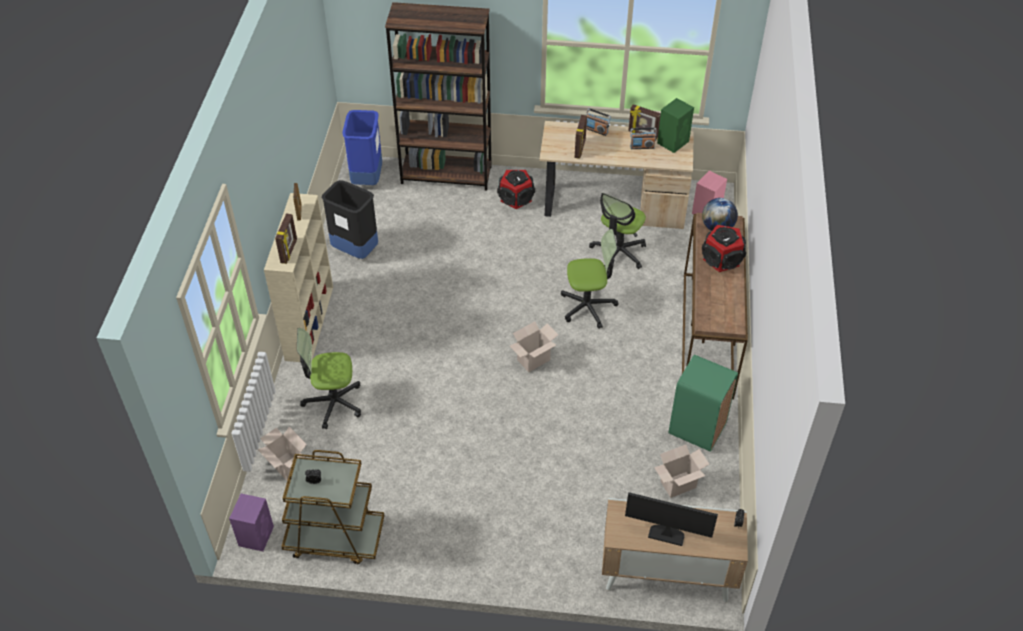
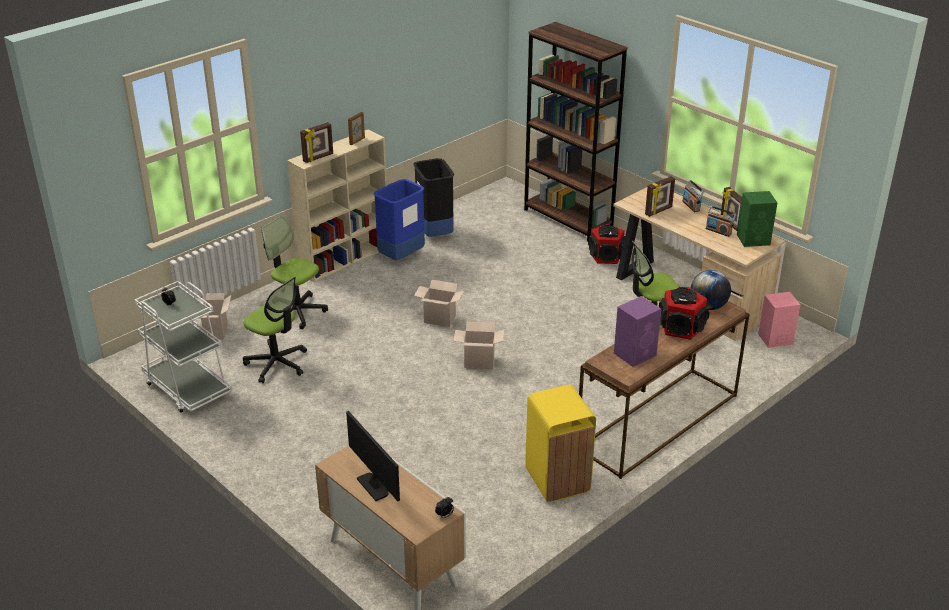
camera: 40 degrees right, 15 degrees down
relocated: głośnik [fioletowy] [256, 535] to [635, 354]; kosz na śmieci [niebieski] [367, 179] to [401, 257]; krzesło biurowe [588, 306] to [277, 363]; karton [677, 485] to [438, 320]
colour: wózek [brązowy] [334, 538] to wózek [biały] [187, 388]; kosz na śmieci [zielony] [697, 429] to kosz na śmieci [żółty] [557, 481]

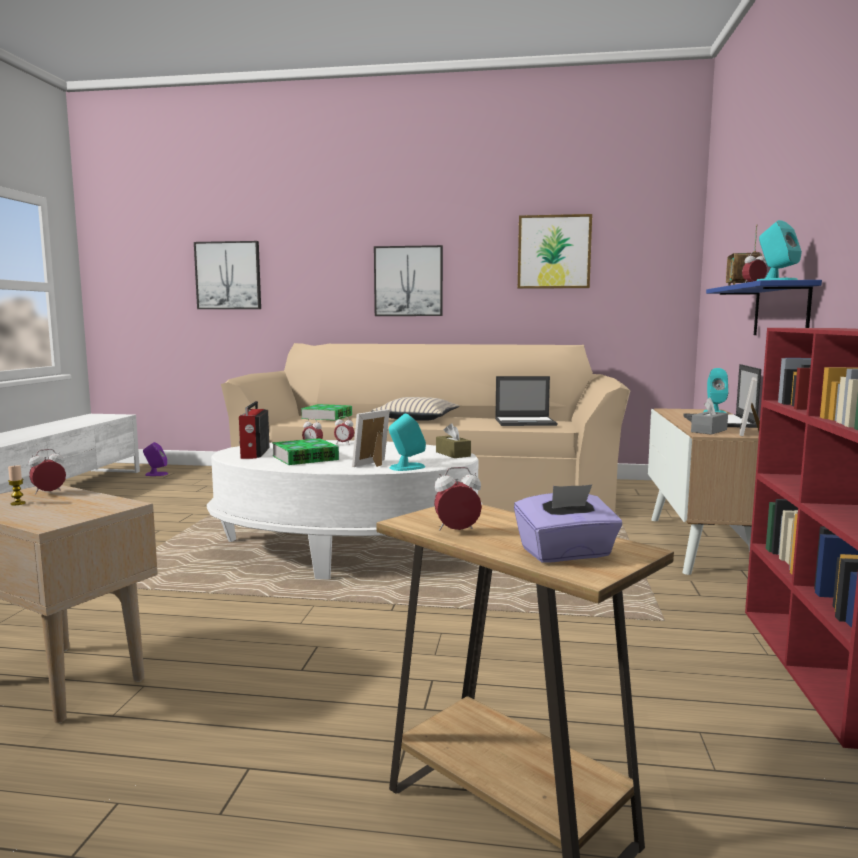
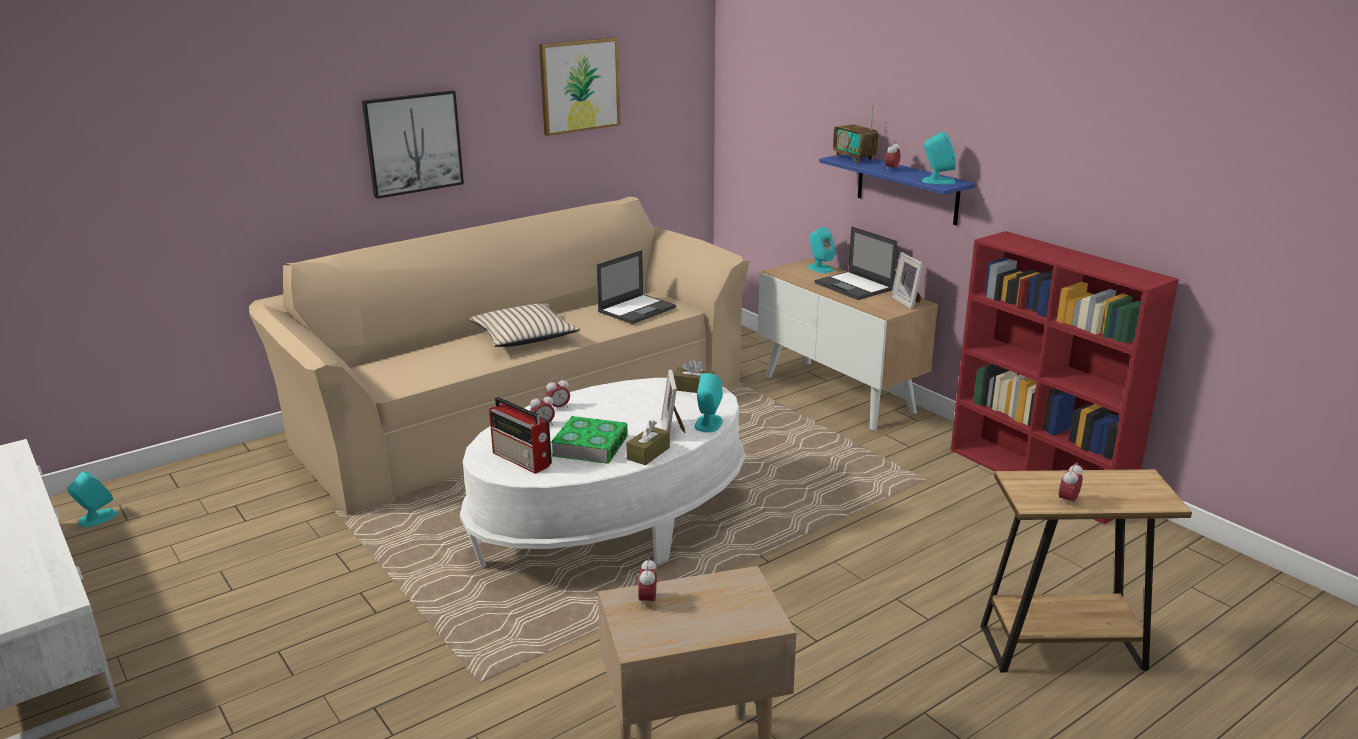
camera: 45 degrees left, 15 degrees up
missing: świeca [18, 503]; obraz [228, 275]; książka [327, 417]; pudełko chusteczek [fioletowy] [566, 553]; pudełko chusteczek [szary] [709, 431]
appeared: pudełko chusteczek [brązowy] [648, 453]
colour: głośnik [fioletowy] [156, 474] to głośnik [turkusowy] [97, 518]

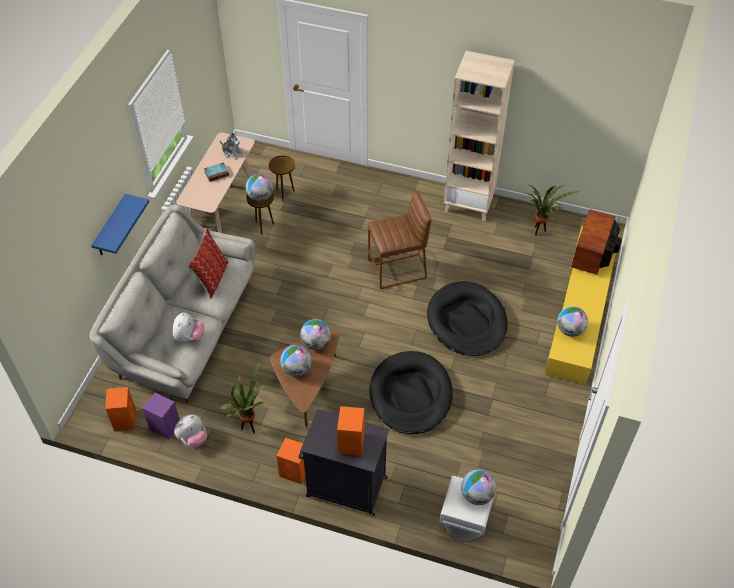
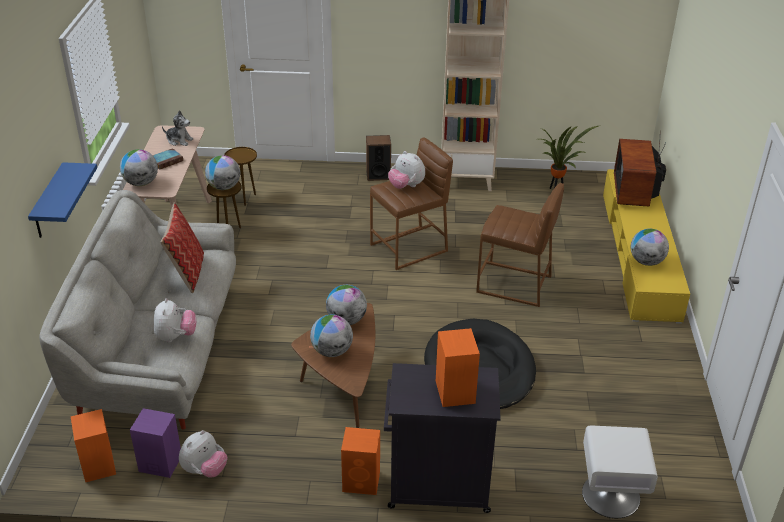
camera: 15 degrees left, 15 degrees down
missing: roślina doniczkowa [250, 427]
appeared: głośnik [378, 175]; pluszak [406, 186]
relocated: globus [477, 495] to [141, 183]
exchanged: legowisko [czarny] [467, 321] to stołek [brązowy] [514, 285]

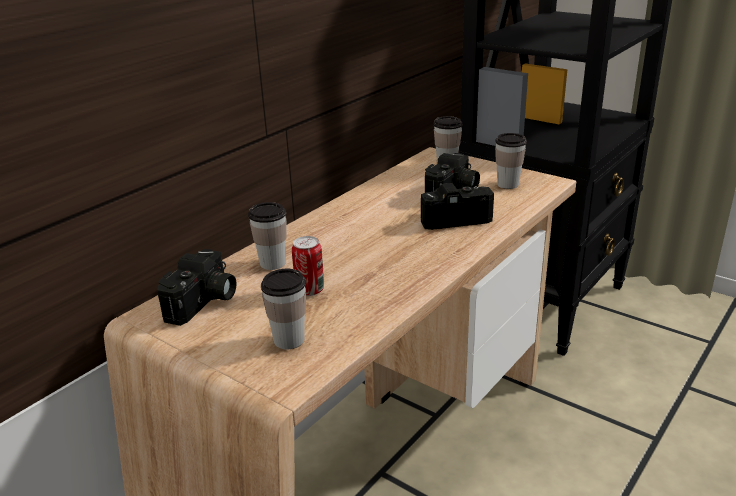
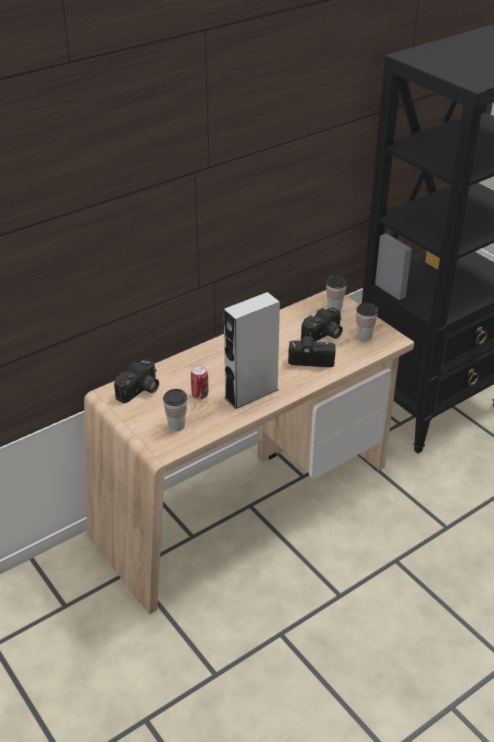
camera: 15 degrees right, 10 degrees up
missing: filiżanka [272, 263]
appeared: głośnik [szary] [251, 393]

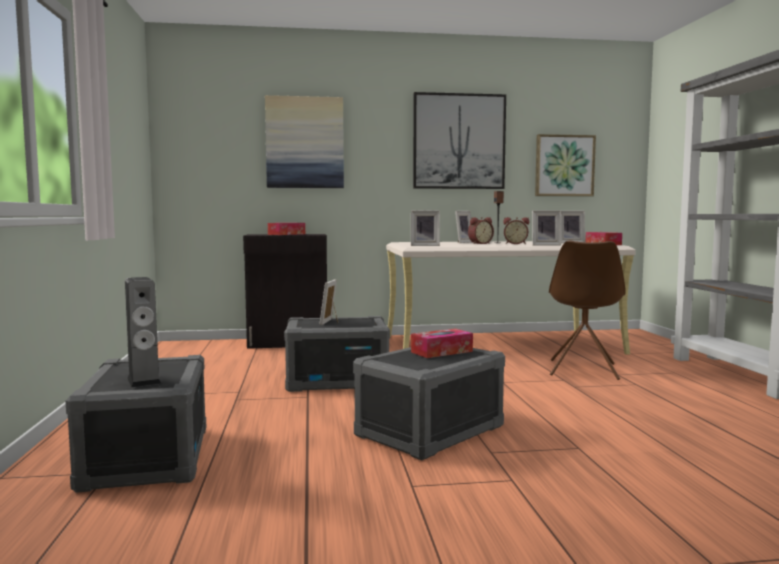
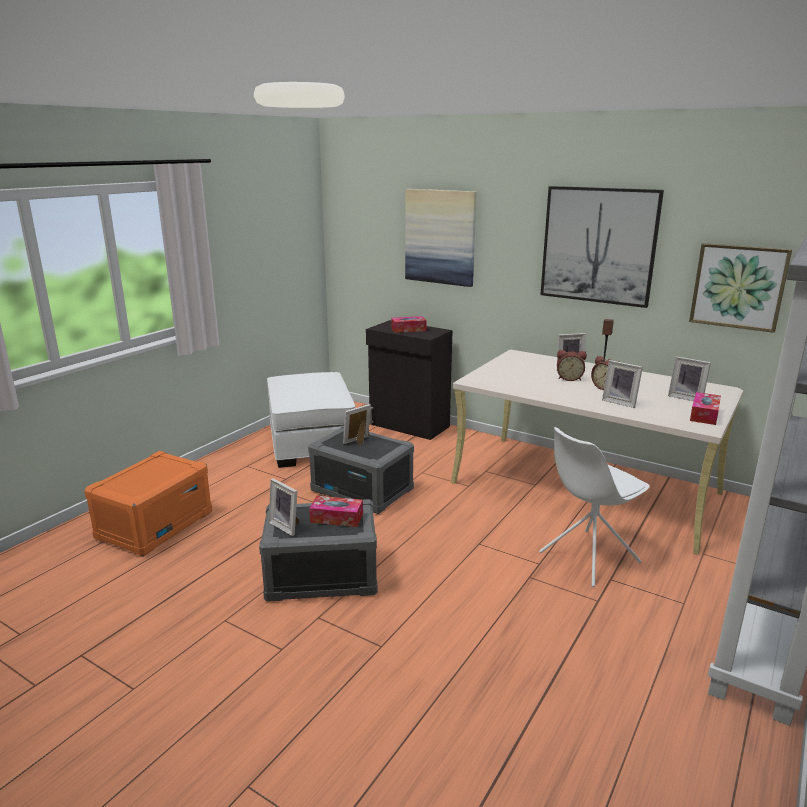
camera: 40 degrees right, 15 degrees up
missing: głośnik [143, 380]
appeared: pufa [biały] [311, 441]
relocated: ramka na zdjęcie [425, 245] to [287, 526]
colour: pojemnik do przechowywania [szary] [146, 457] to pojemnik do przechowywania [pomarańczowy] [155, 525]; krzesło [brązowy] [582, 370] to krzesło [biały] [587, 558]

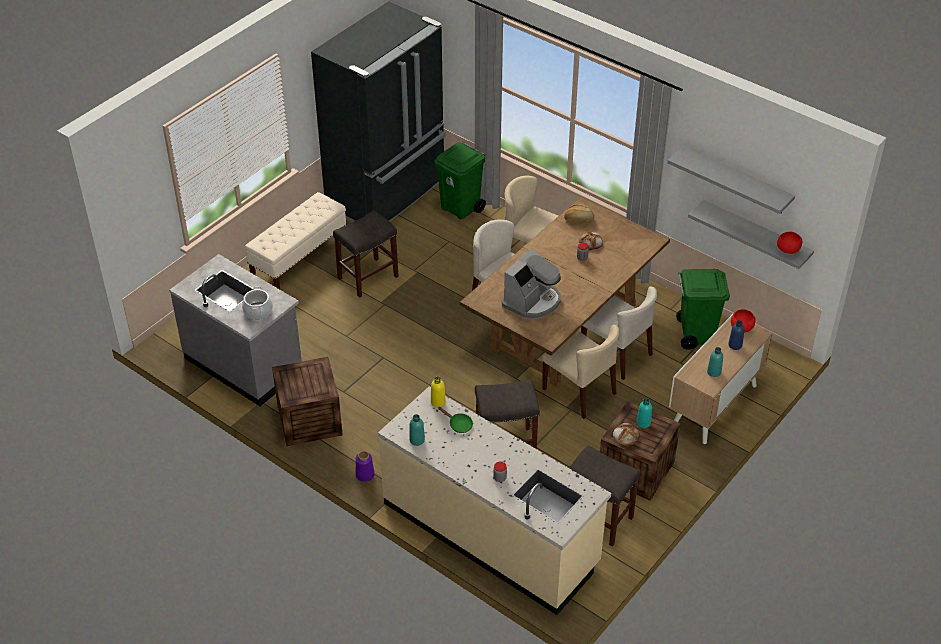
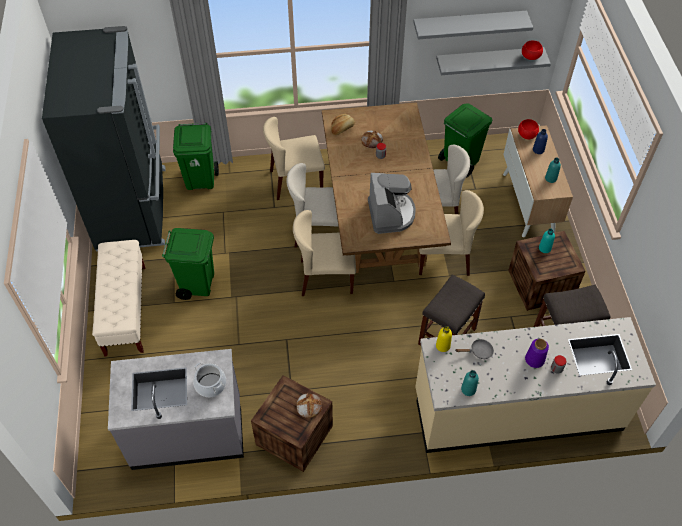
camera: 45 degrees left, 10 degrees up
appeared: krzesło [beżowy] [326, 277]
relocated: wazon [fioletowy] [365, 474] to [534, 359]; chleb [626, 435] to [308, 406]
exchanged: stołek [szary] [368, 277] to kosz na śmieci [zielony] [197, 284]
colour: patelnia [zielony] [458, 424] to patelnia [szary] [479, 351]

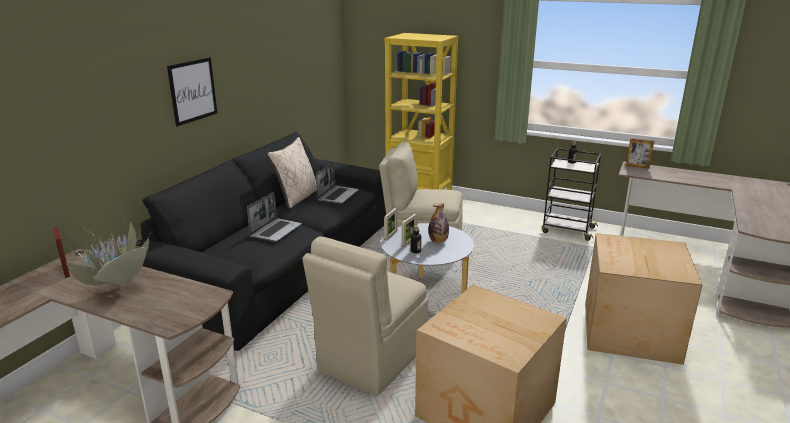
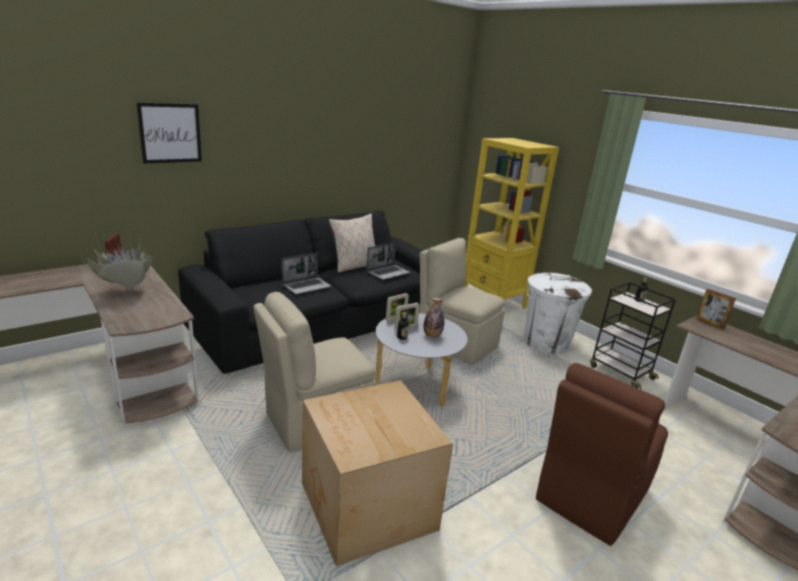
camera: 25 degrees right, 0 degrees up
appeared: kosz na śmieci [biały] [546, 342]
relocated: obraz [192, 90] to [170, 133]
exchanged: karton [629, 332] to krzesło [brązowy] [590, 496]

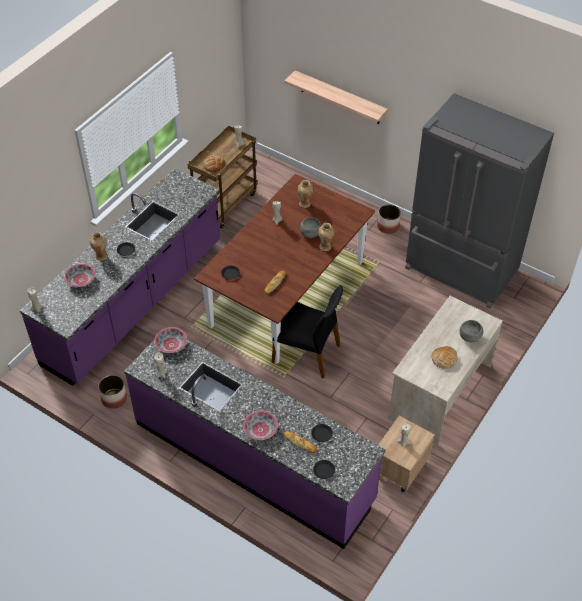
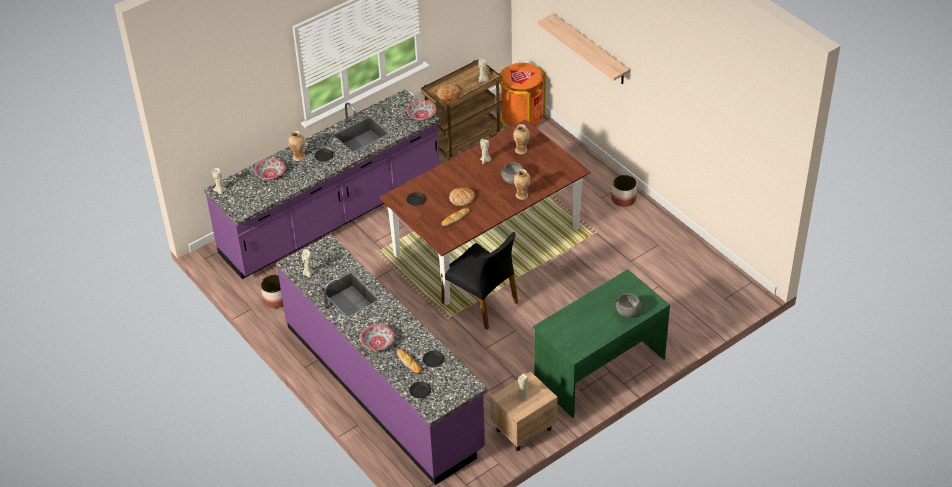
camera: 20 degrees right, 5 degrees down
missing: lodówka [szary] [460, 271]
appeared: kosz na śmieci [pomarańczowy] [521, 118]
relocated: miska [171, 345] to [422, 115]; chleb [444, 358] to [462, 198]
colour: biurko [beżowy] [439, 391] to biurko [zielony] [599, 369]

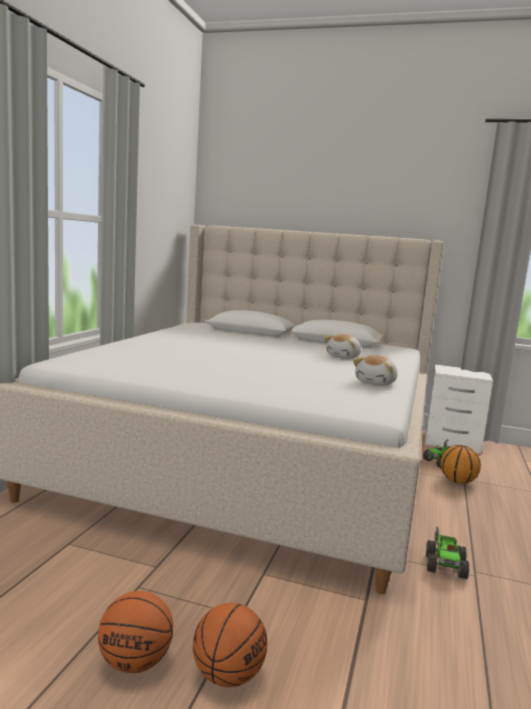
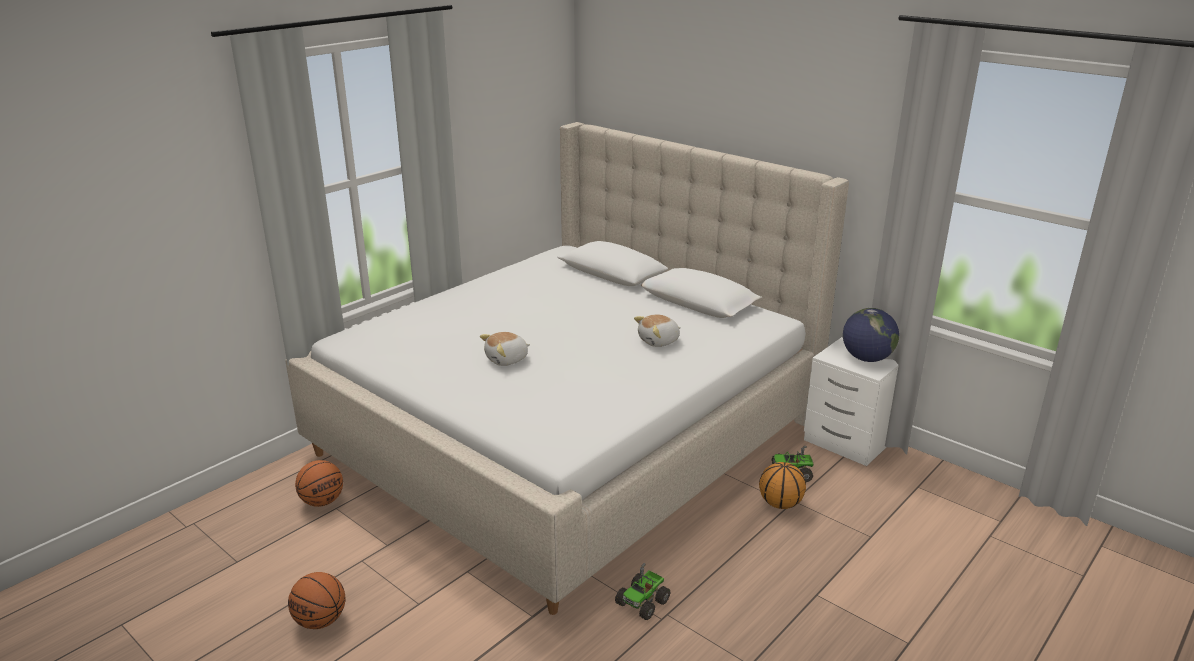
camera: 25 degrees right, 15 degrees up
appeared: globus [866, 358]
relocated: piłka do koszykówki [227, 675] to [322, 501]; pluszak [376, 383] to [507, 359]

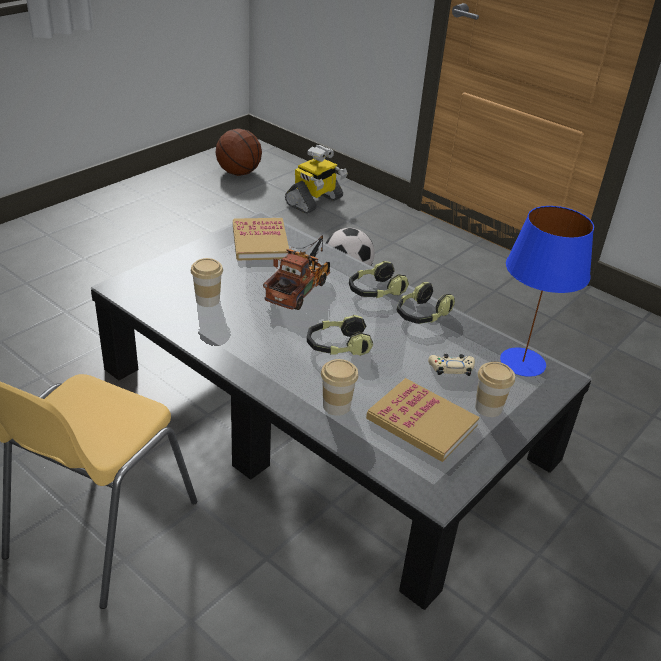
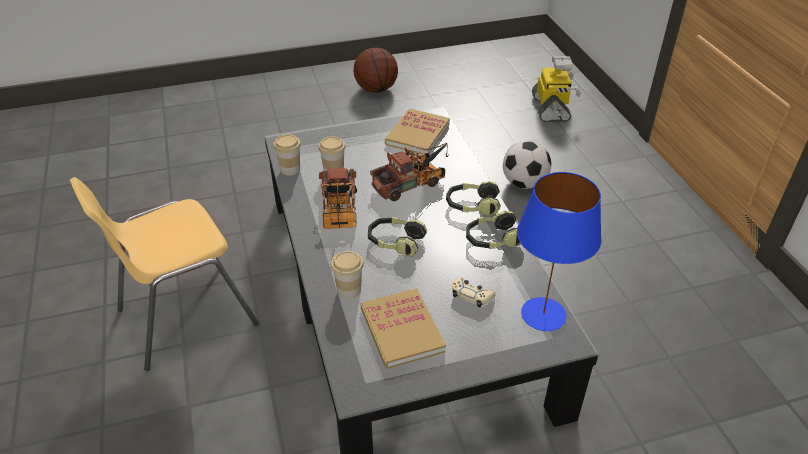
camera: 35 degrees right, 5 degrees up
appeared: ciężarówka zabawkowa [339, 213]
relocated: piłka do koszykówki [239, 173] to [376, 89]; filiżanka [488, 407] to [290, 169]
spun: robot zabawkowy [314, 202] = [551, 109] 75 degrees counterclockwise

